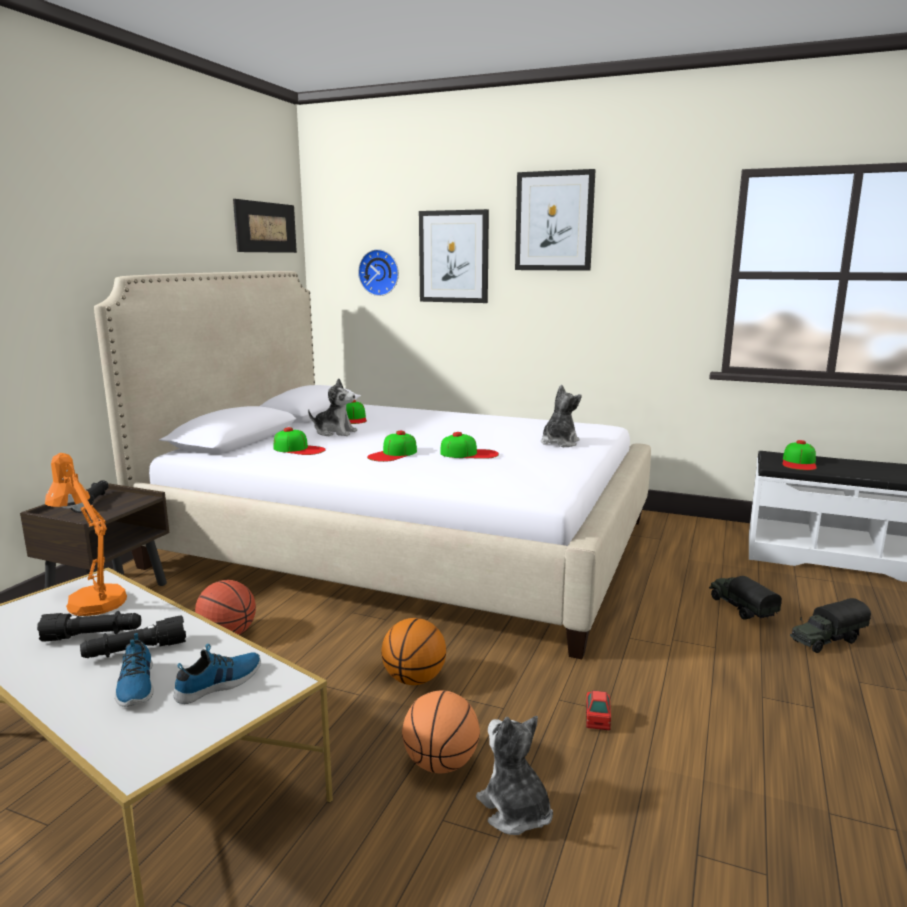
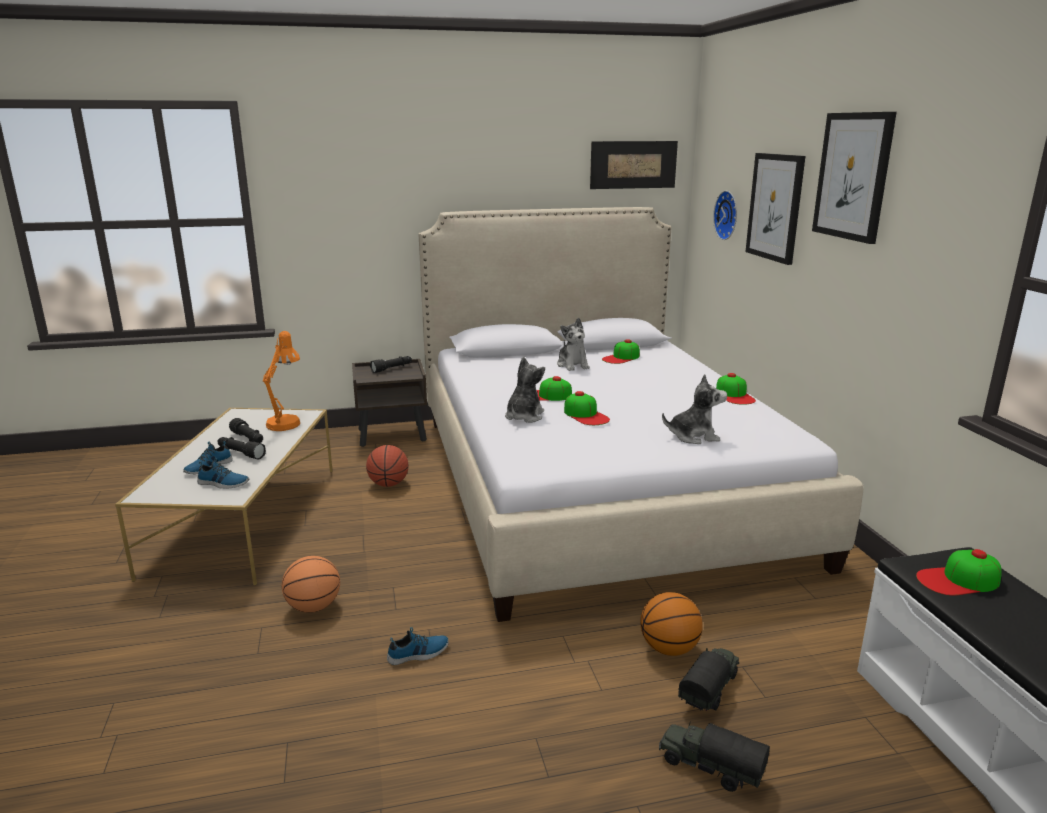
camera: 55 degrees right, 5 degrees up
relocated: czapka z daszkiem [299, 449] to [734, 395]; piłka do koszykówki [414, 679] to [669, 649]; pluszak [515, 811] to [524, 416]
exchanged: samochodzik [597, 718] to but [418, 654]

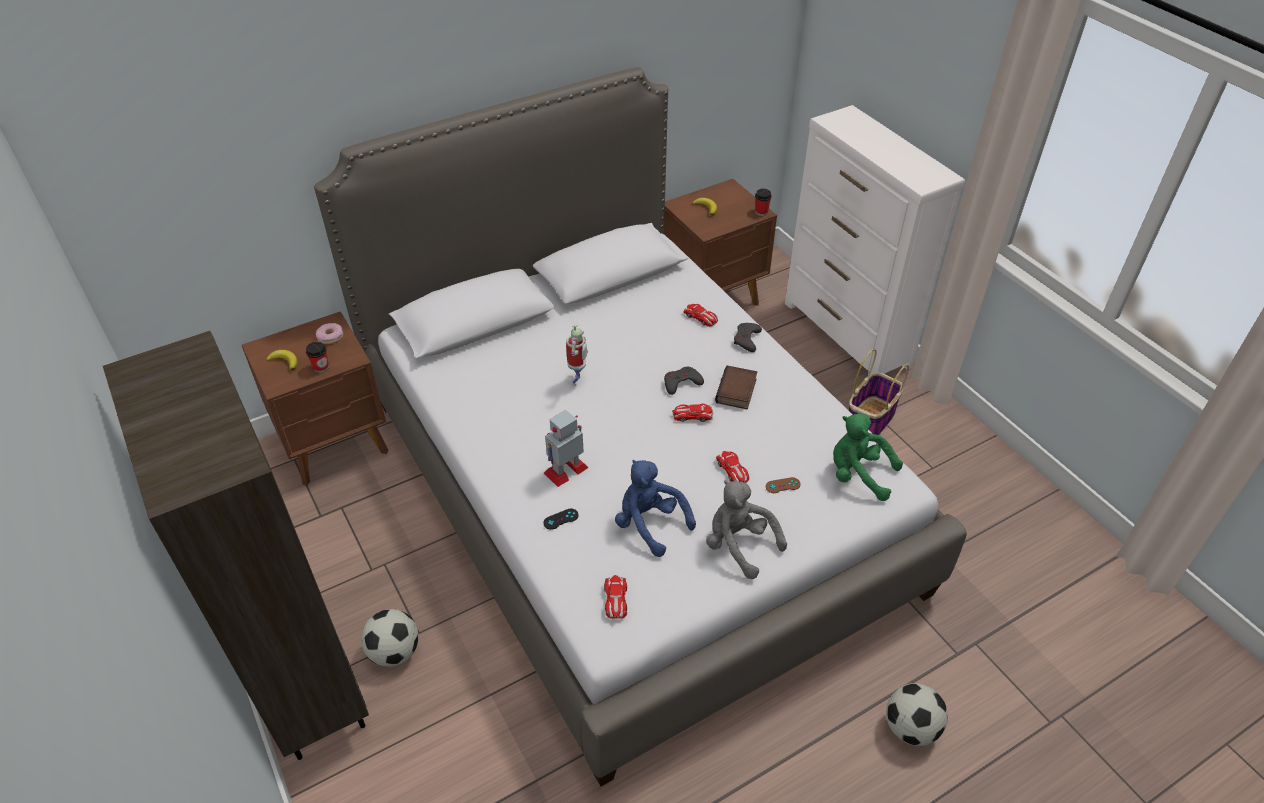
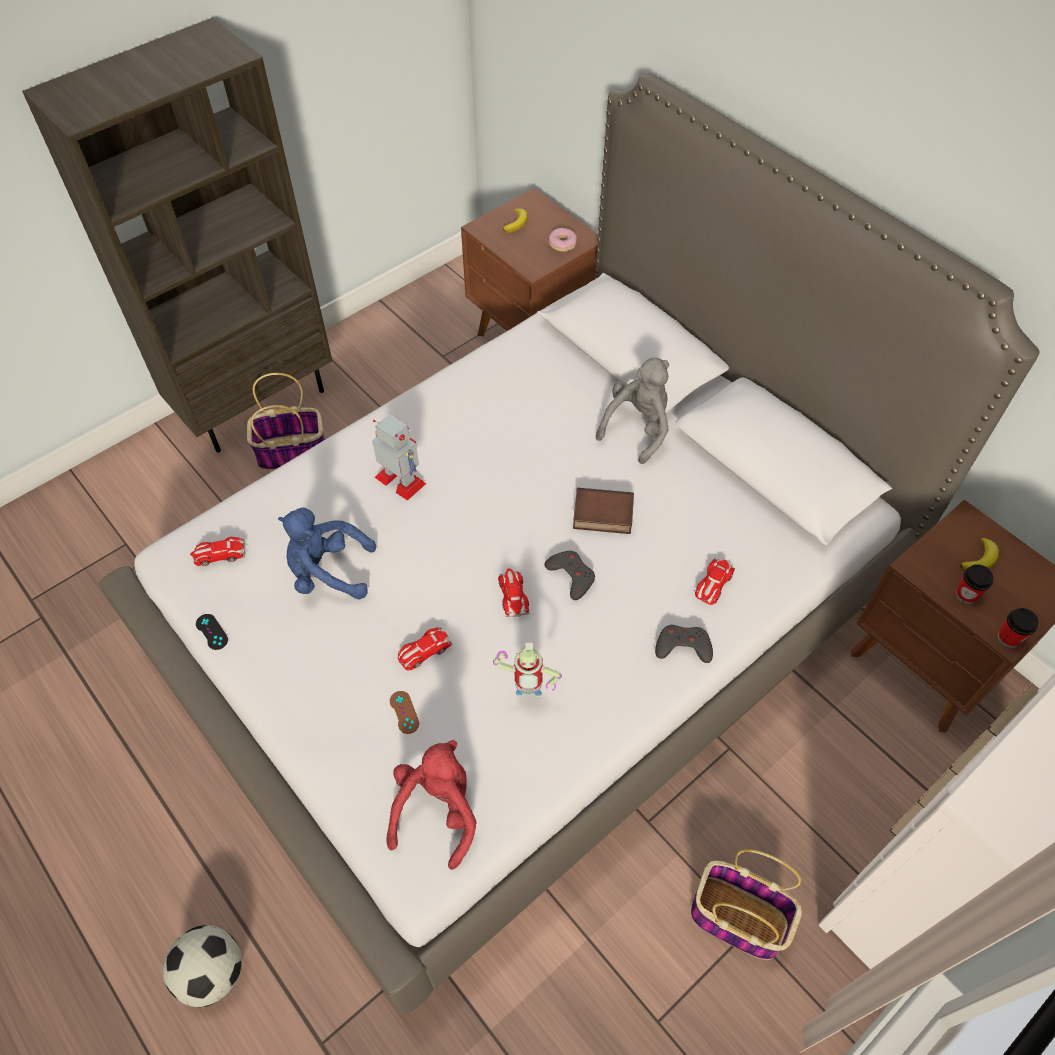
camera: 80 degrees right, 10 degrees up
relocated: filiżanka [321, 367] to [966, 595]; pad do gier [czarny] [561, 519] to [212, 632]; robot zabawkowy [578, 381] to [527, 697]; pluszak [szary] [739, 545] to [637, 428]; książka [737, 392] to [602, 516]
exchanged: piłka futbolowa [394, 652] to koszyk [293, 453]
colour: pluszak [zielony] [858, 474] to pluszak [czerwony] [437, 811]
spun: pluszak [niebieski] [649, 524] = [328, 572] 120 degrees counterclockwise

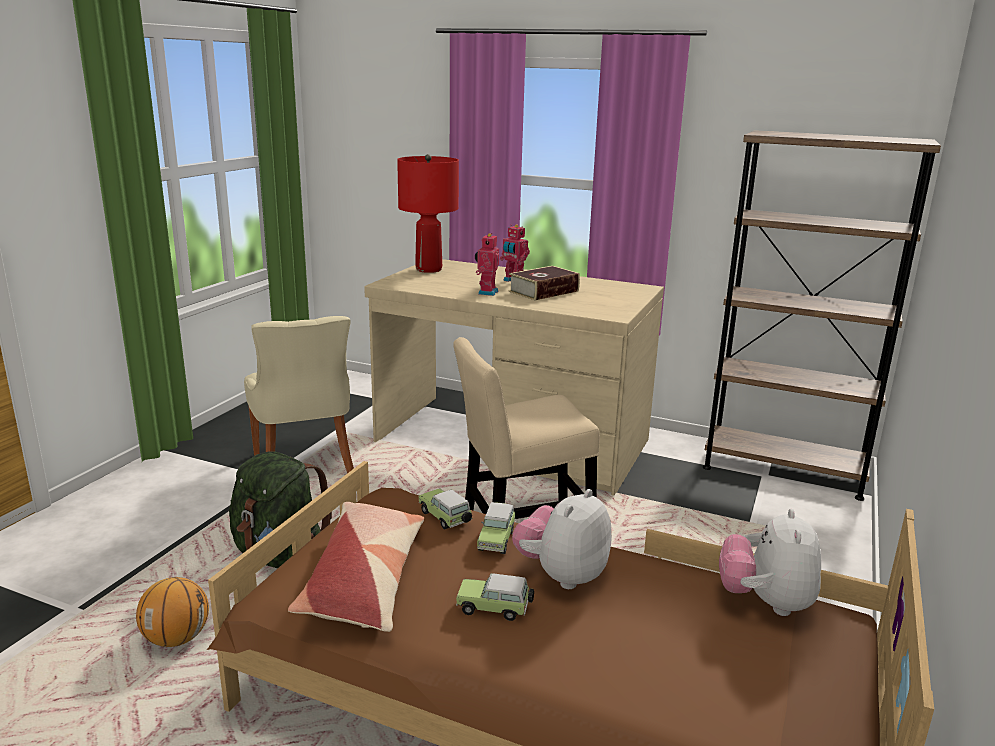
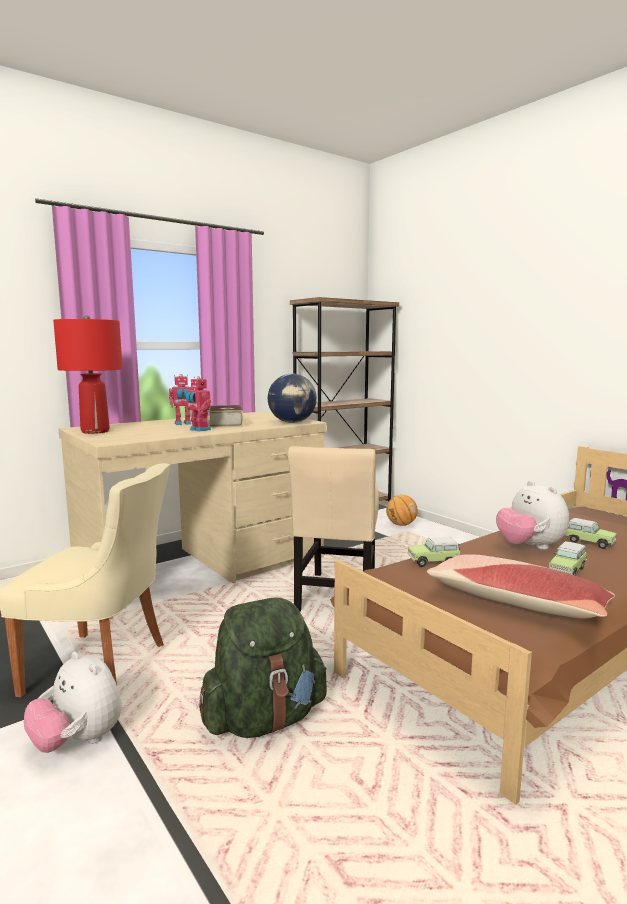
camera: 60 degrees left, 10 degrees down
appeared: globus [292, 422]
relocated: piłka do koszykówki [177, 638] to [401, 525]; samochodzik [496, 539] to [587, 542]; pluszak [765, 602] to [78, 741]

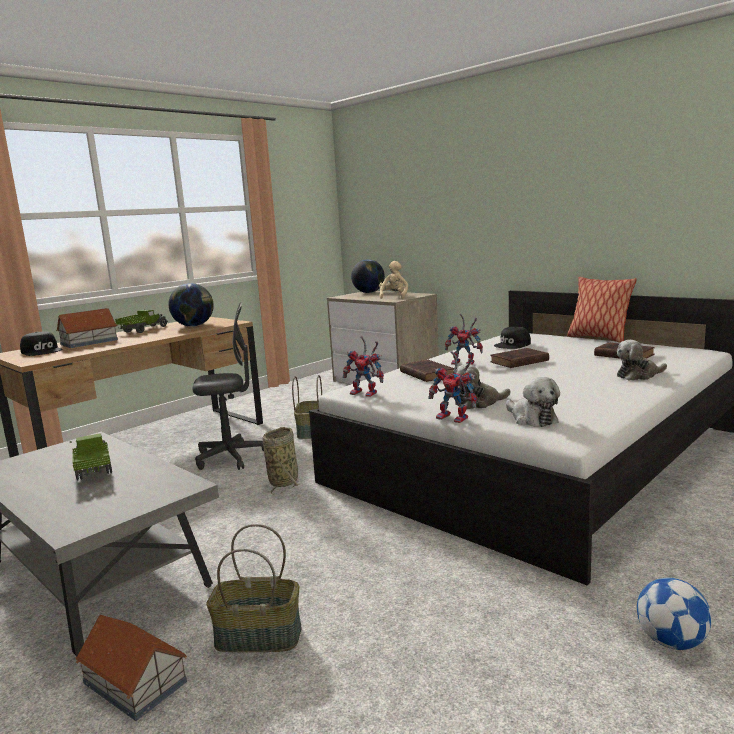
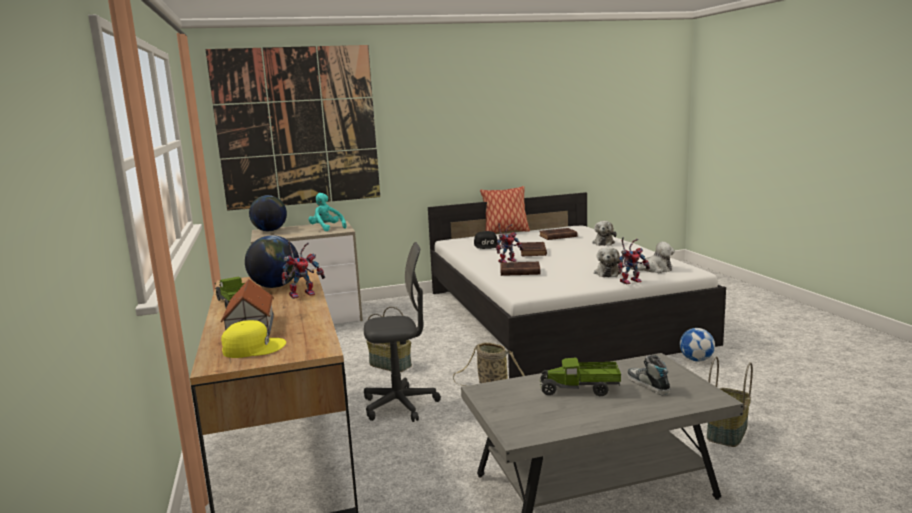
camera: 60 degrees left, 0 degrees up
missing: domek [135, 681]
appeared: obraz [297, 127]; but [648, 385]
relocated: robot zabawkowy [366, 393] to [303, 294]; piłka futbolowa [671, 641] to [696, 360]
colour: czapka z daszkiem [czarny] [42, 351] to czapka z daszkiem [żółty] [253, 347]; pluszak [beżowy] [394, 297] to pluszak [turkusowy] [326, 229]
spun: krzesło biurowe [szary] [231, 457] = [400, 405] 60 degrees clockwise

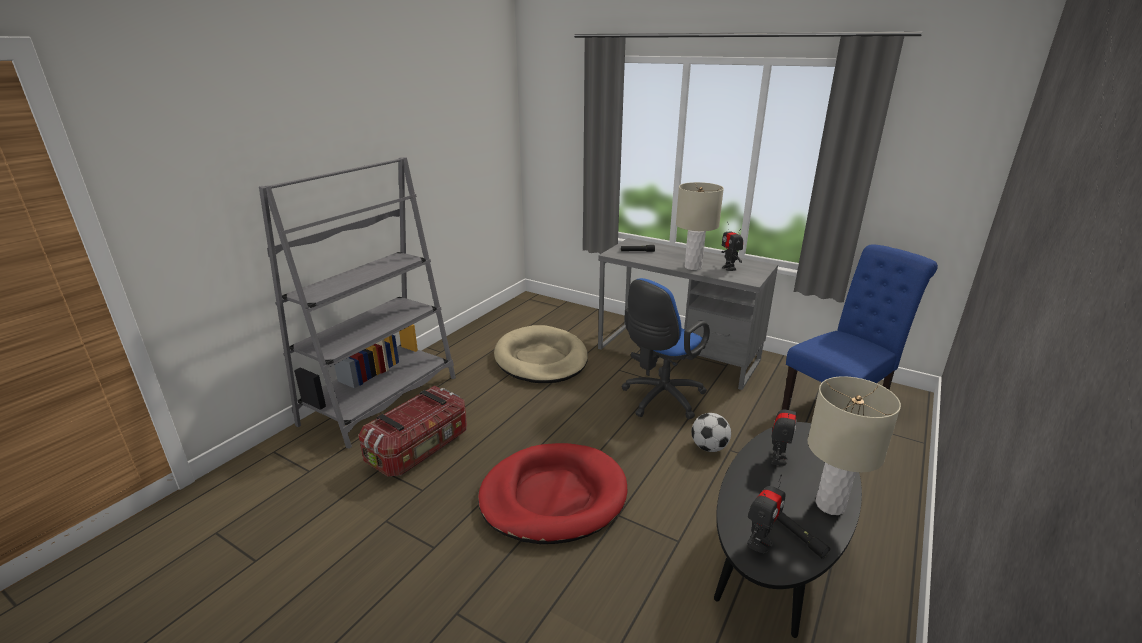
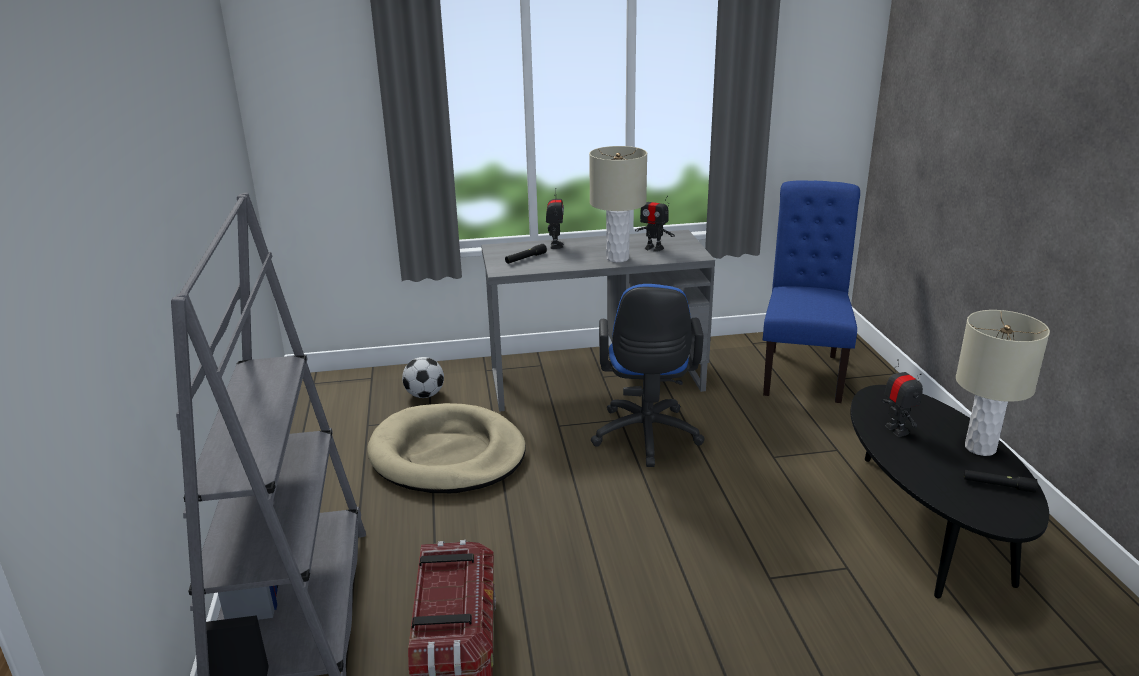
camera: 40 degrees left, 0 degrees up
missing: legowisko [czerwony] [553, 496]
relocated: piłka futbolowa [708, 447] to [424, 395]; robot zabawkowy [759, 543] to [555, 245]

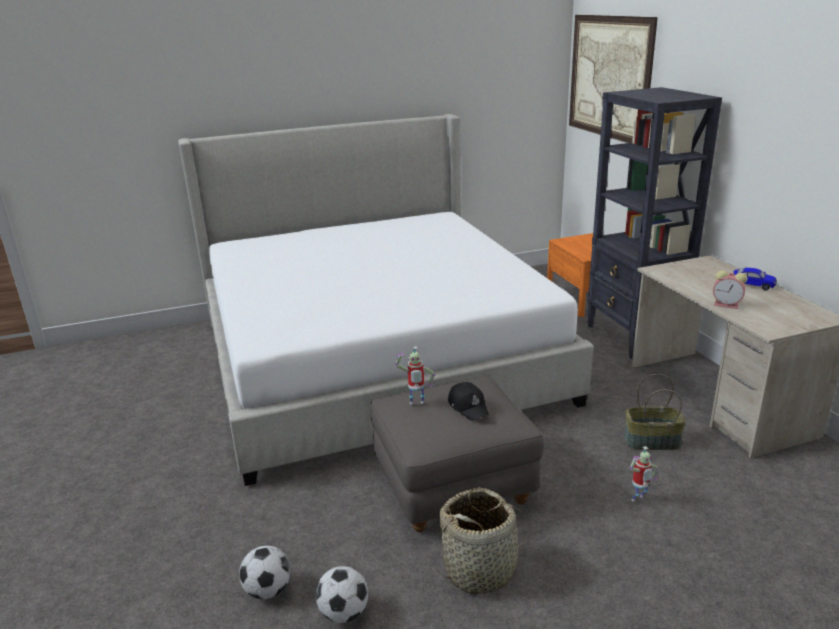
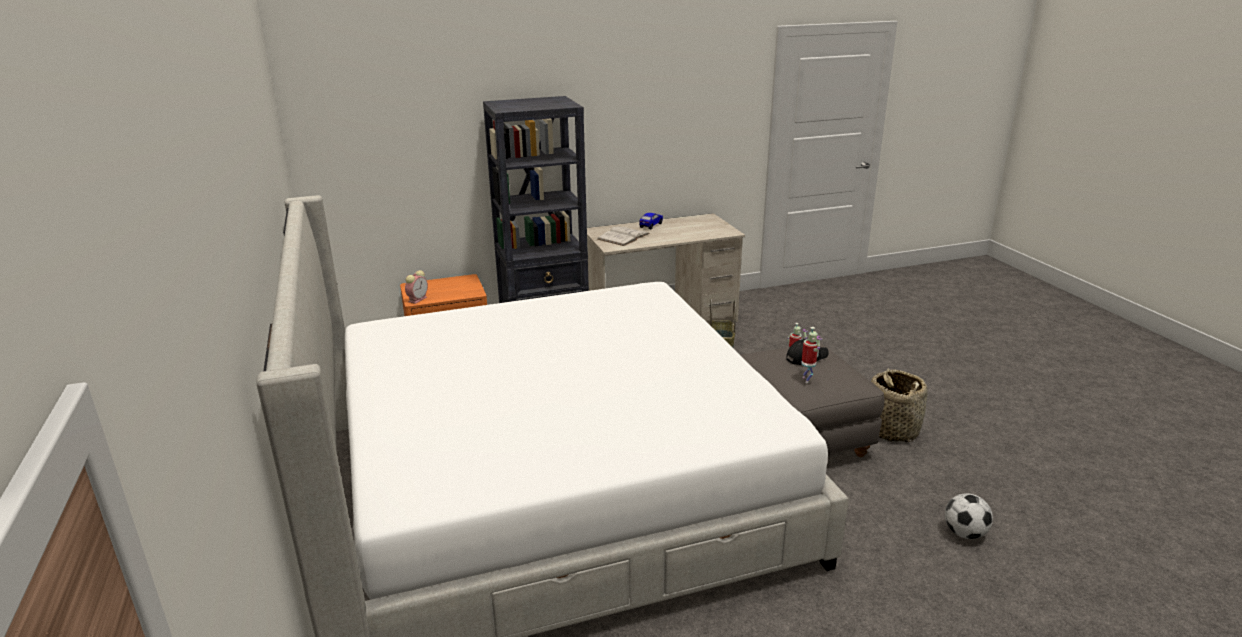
camera: 90 degrees left, 0 degrees up
missing: piłka futbolowa [344, 613]; obraz [609, 77]
appeared: książka [biały] [623, 236]
relocated: budzik [727, 305] to [418, 299]

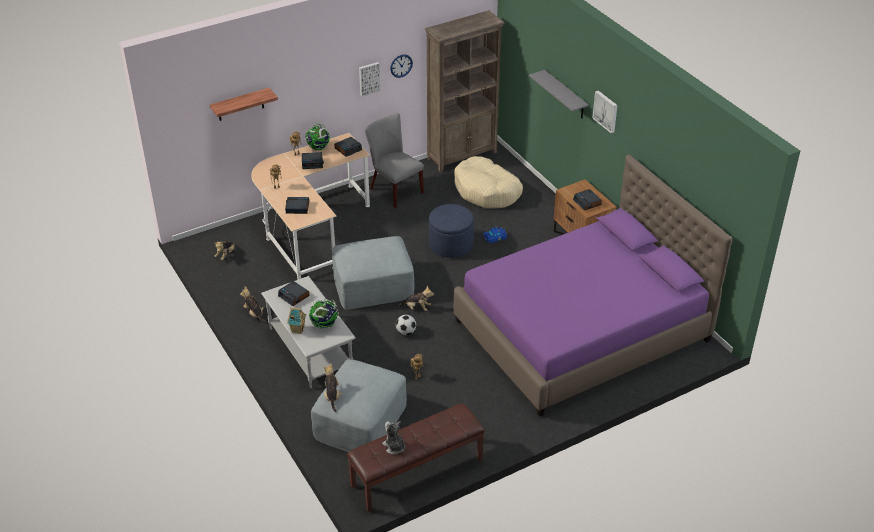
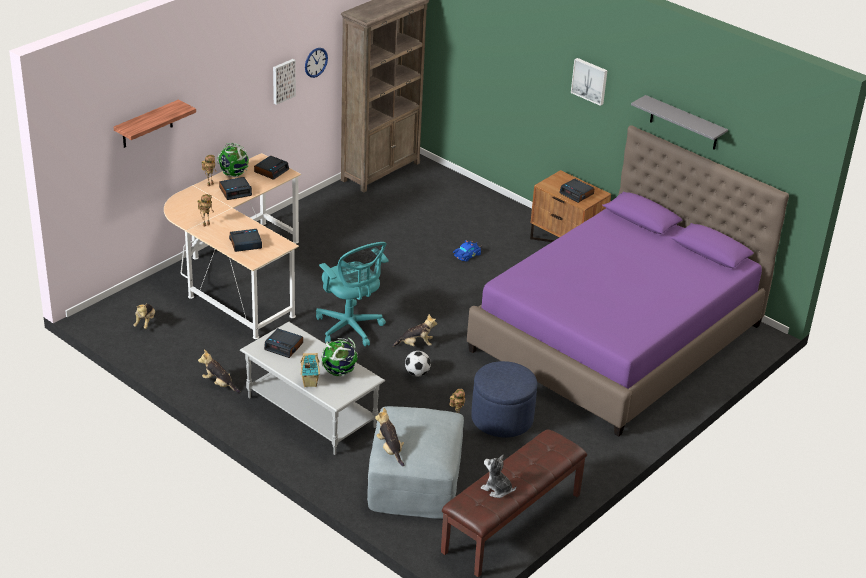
camera: 20 degrees left, 5 degrees down
missing: krzesło [szary] [393, 189]; legowisko [beżowy] [487, 191]
relocated: pufa [niebieski] [451, 245] to [502, 419]; półka [szary] [565, 95] to [684, 123]
exchanged: pufa [szary] [373, 285] to krzesło biurowe [turkusowy] [350, 328]

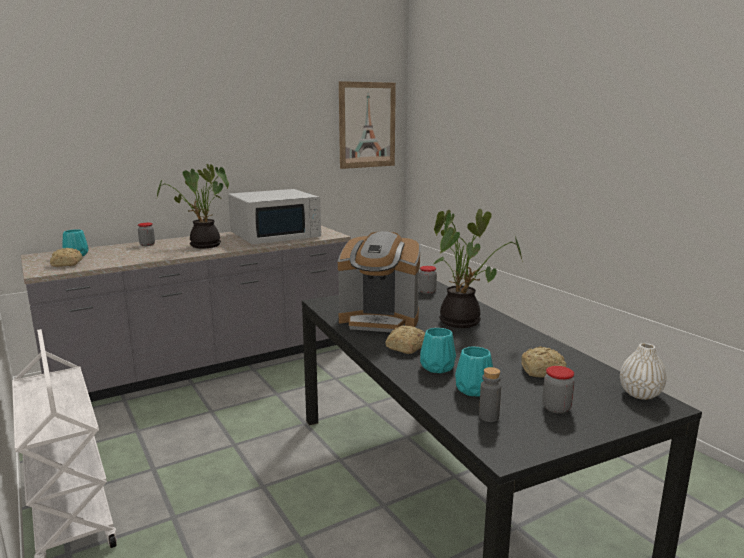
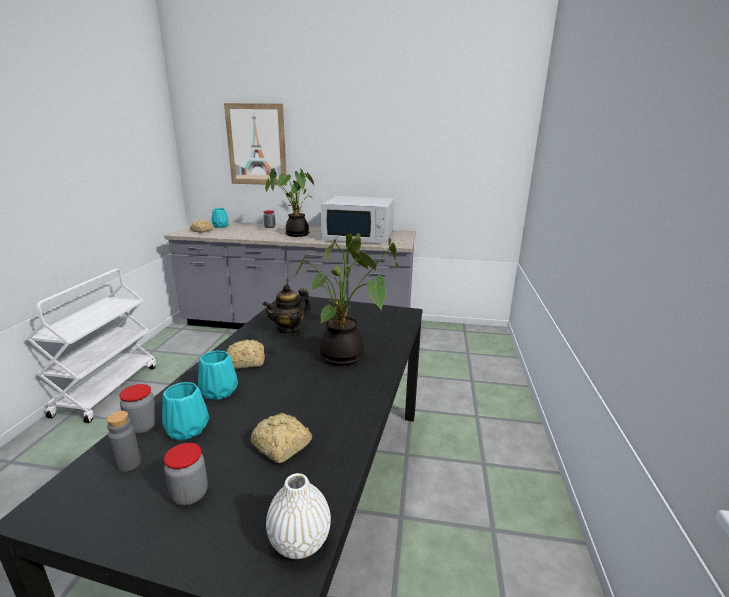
camera: 40 degrees right, 5 degrees up
relocated: obraz [367, 125] to [256, 145]; słoik [427, 291] to [142, 427]
exchanged: ekspres do kawy [380, 320] to imbryk [289, 329]

